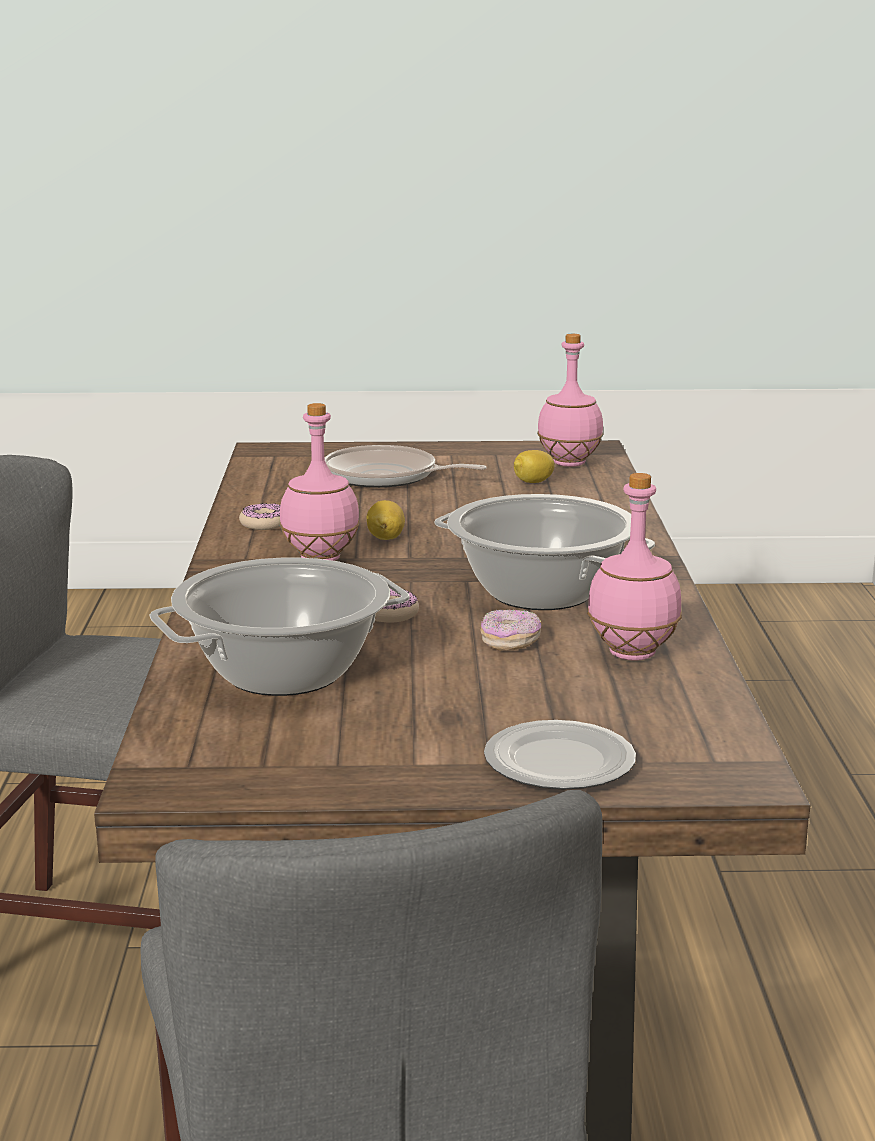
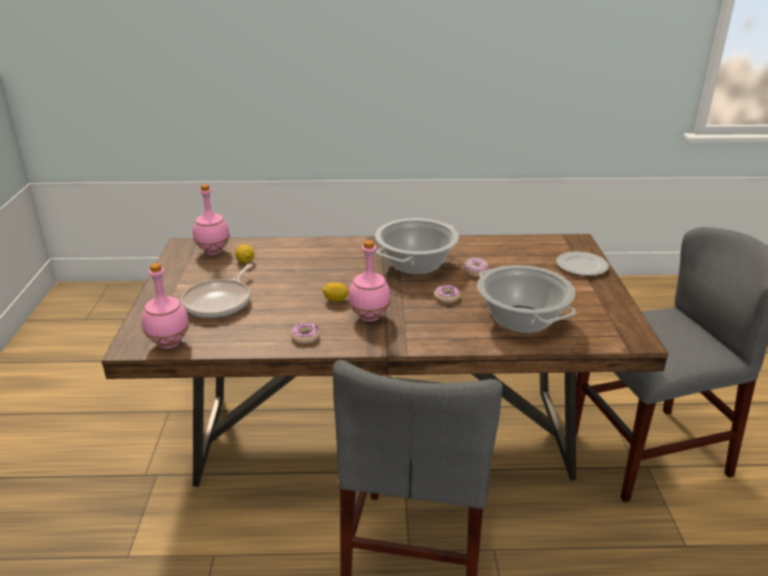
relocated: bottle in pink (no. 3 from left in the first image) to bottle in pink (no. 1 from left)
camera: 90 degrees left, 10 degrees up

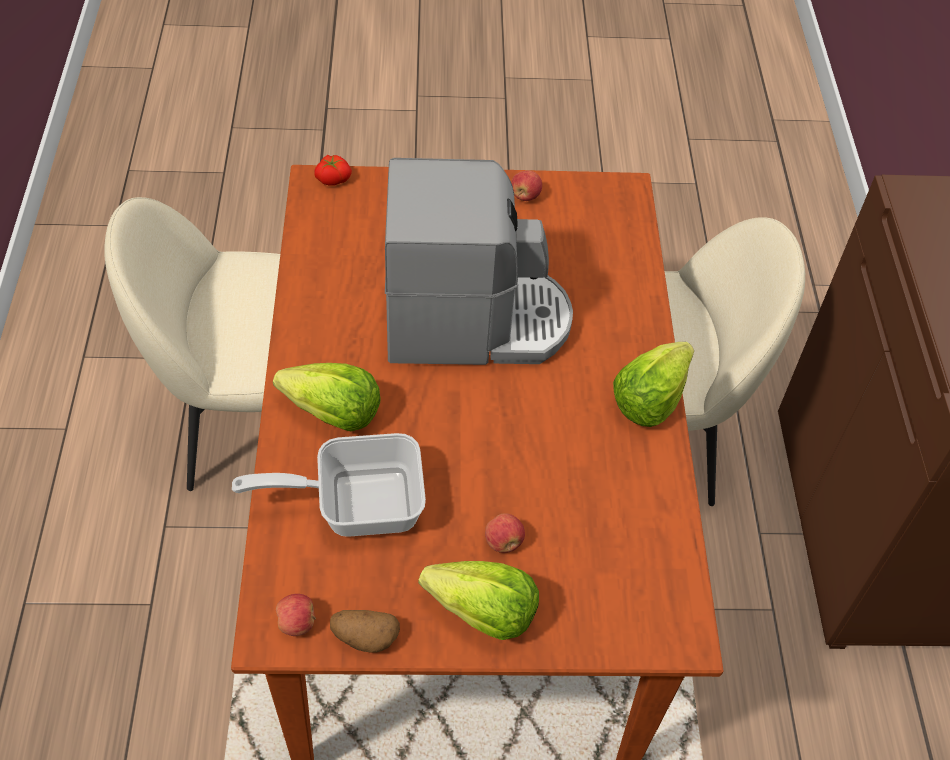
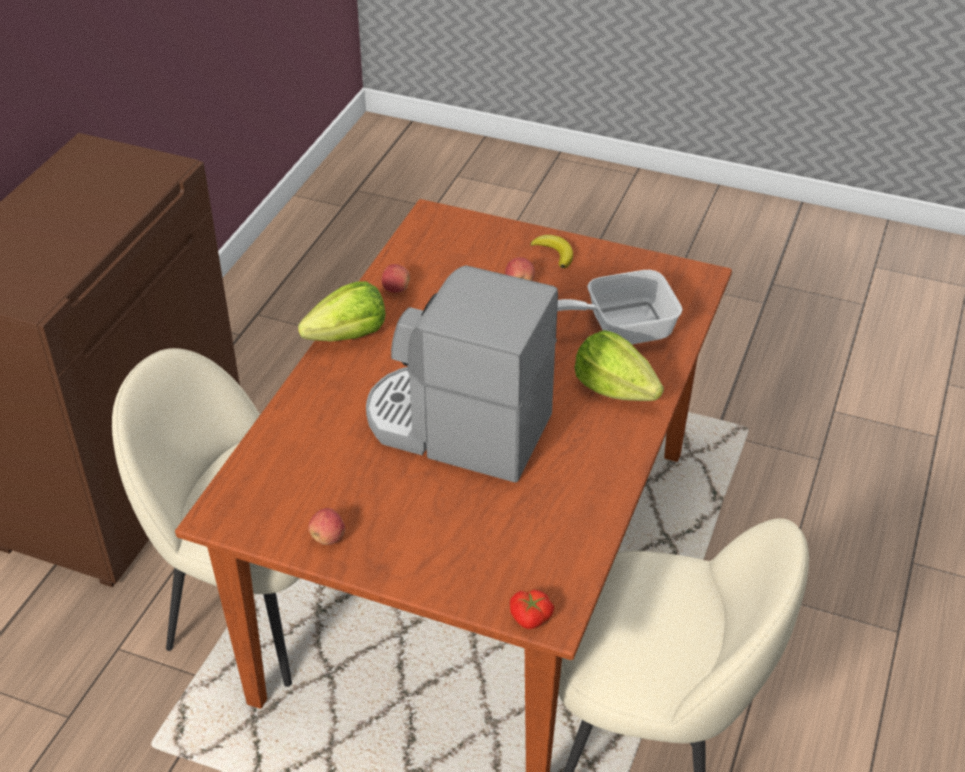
missing: potato
relocated: apple (no. 1 from left in the first image) to apple (no. 2 from left)
exchanged: lettuce (no. 2 from left) to banana
spun: frying pan 150 degrees clockwise
camera: 155 degrees left, 10 degrees down

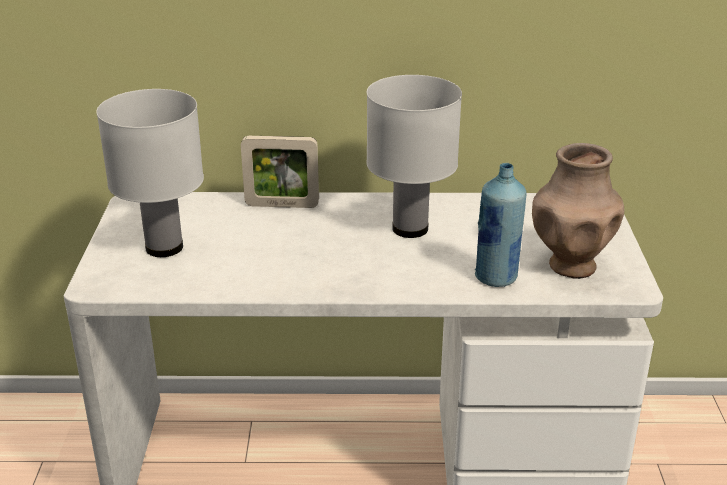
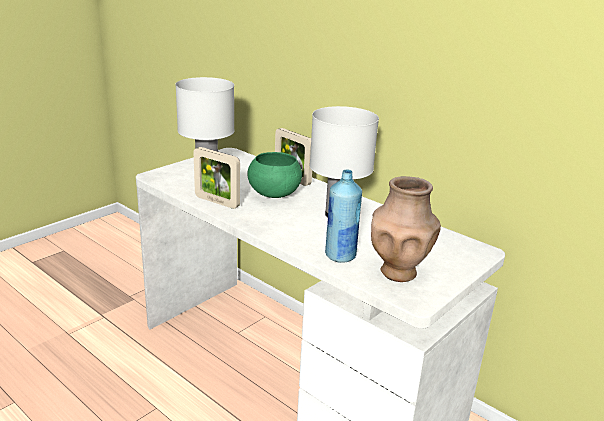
appeared: picture frame (no. 1 from left); bowl in green
camera: 40 degrees right, 5 degrees down

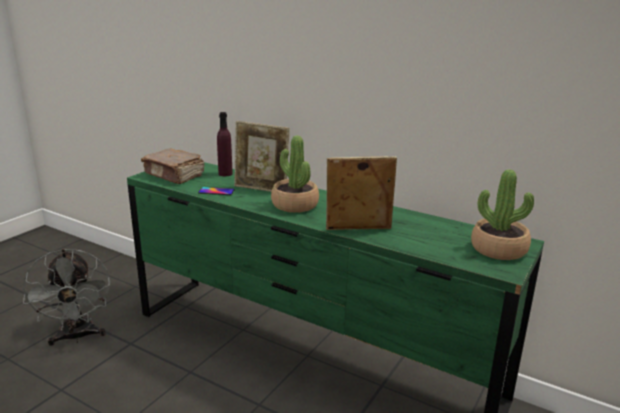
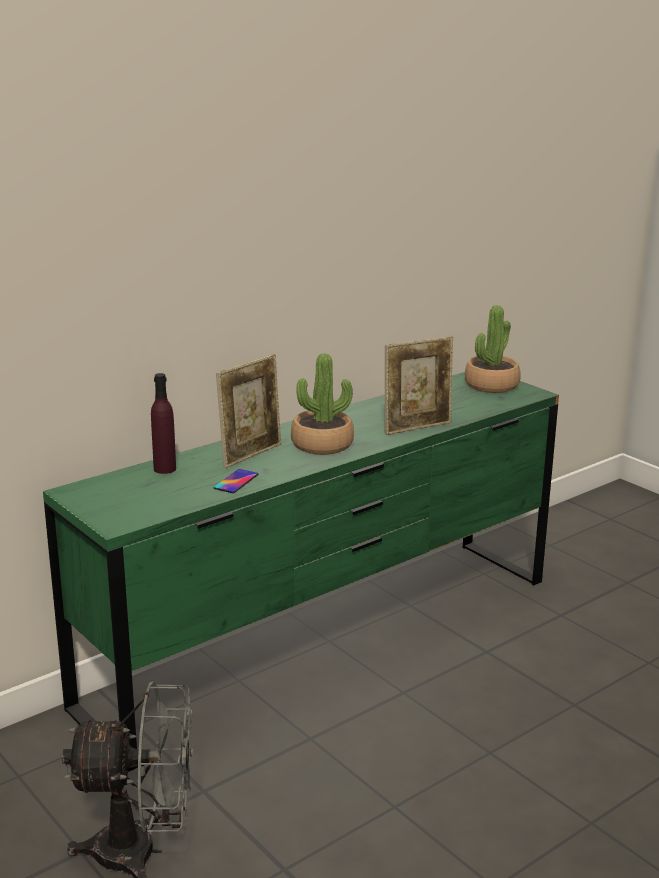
missing: book in brown
spun: picture frame (no. 2 from left) 135 degrees counterclockwise
camera: 70 degrees left, 0 degrees up

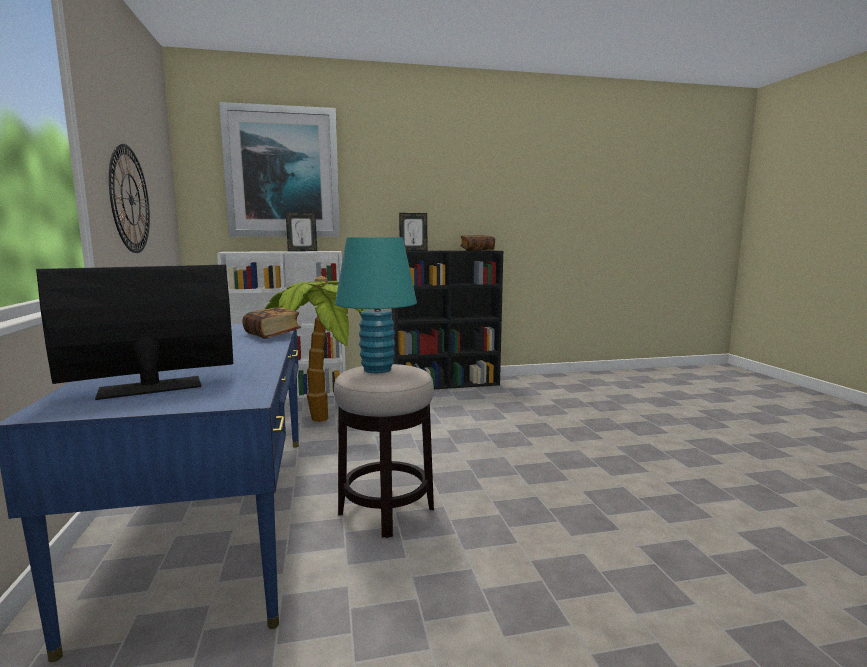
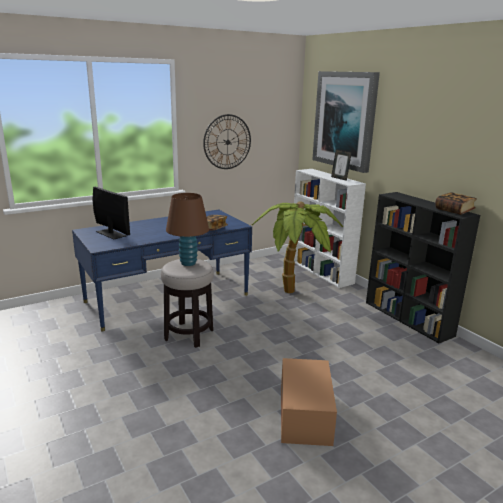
missing: picture frame (no. 2 from left)
appeared: cardboard box
colour: table lamp in turquoise to table lamp in brown
camera: 70 degrees right, 10 degrees up

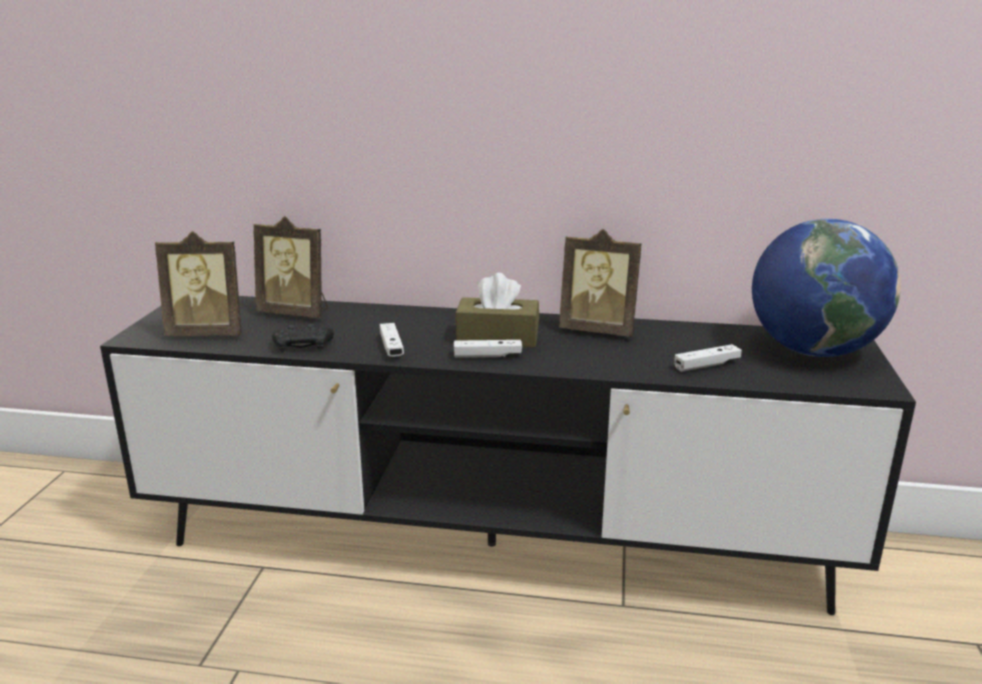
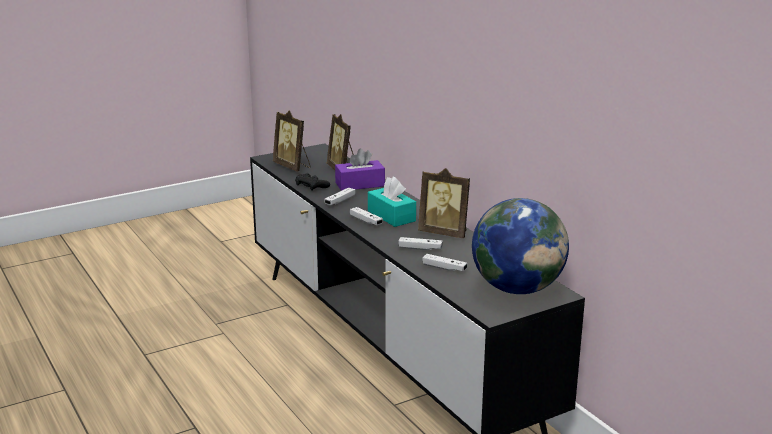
appeared: tissue box in purple; game controller in white (no. 3 from left)
colour: tissue box in brown to tissue box in turquoise
spun: picture frame (no. 3 from left) 45 degrees counterclockwise
camera: 50 degrees right, 0 degrees up

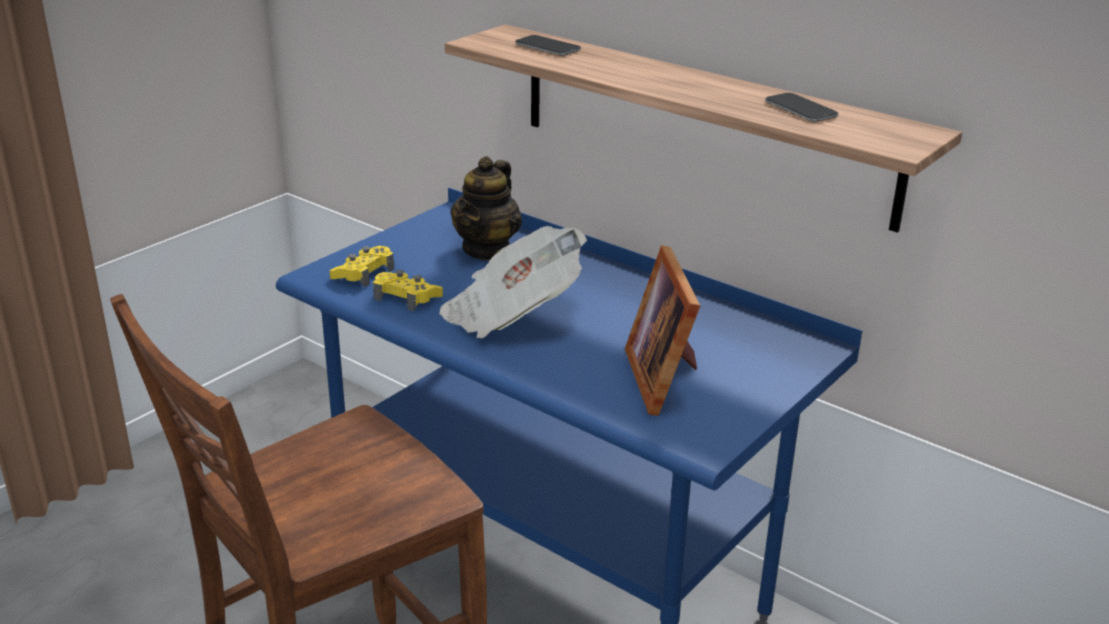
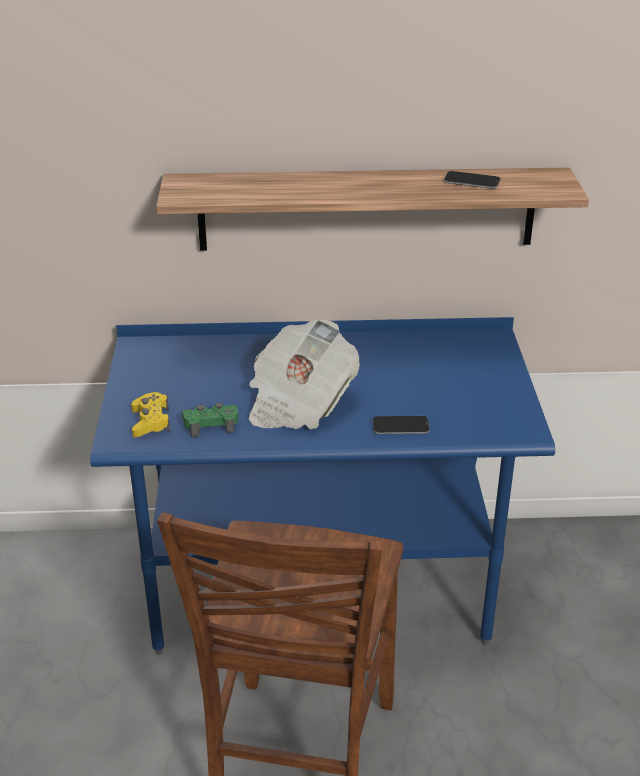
missing: teapot; picture frame
relocated: phone (no. 1 from left)
colour: game controller in yellow (no. 2 from left) to game controller in green
camera: 40 degrees left, 5 degrees up

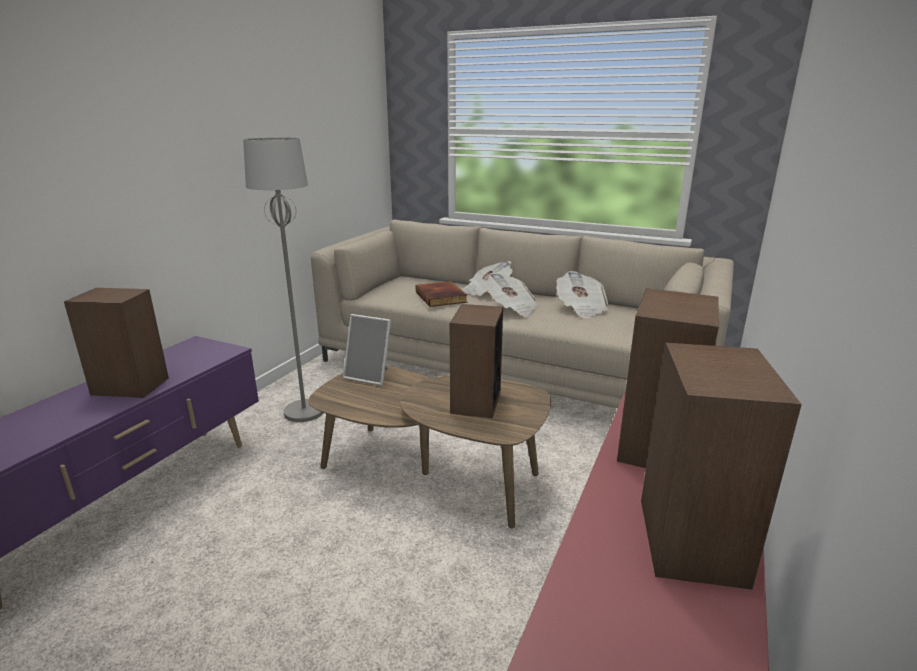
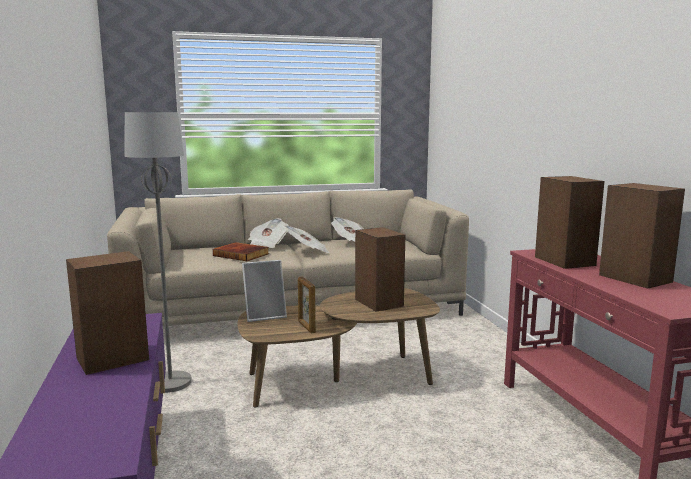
appeared: picture frame (no. 2 from left)
camera: 40 degrees left, 10 degrees down

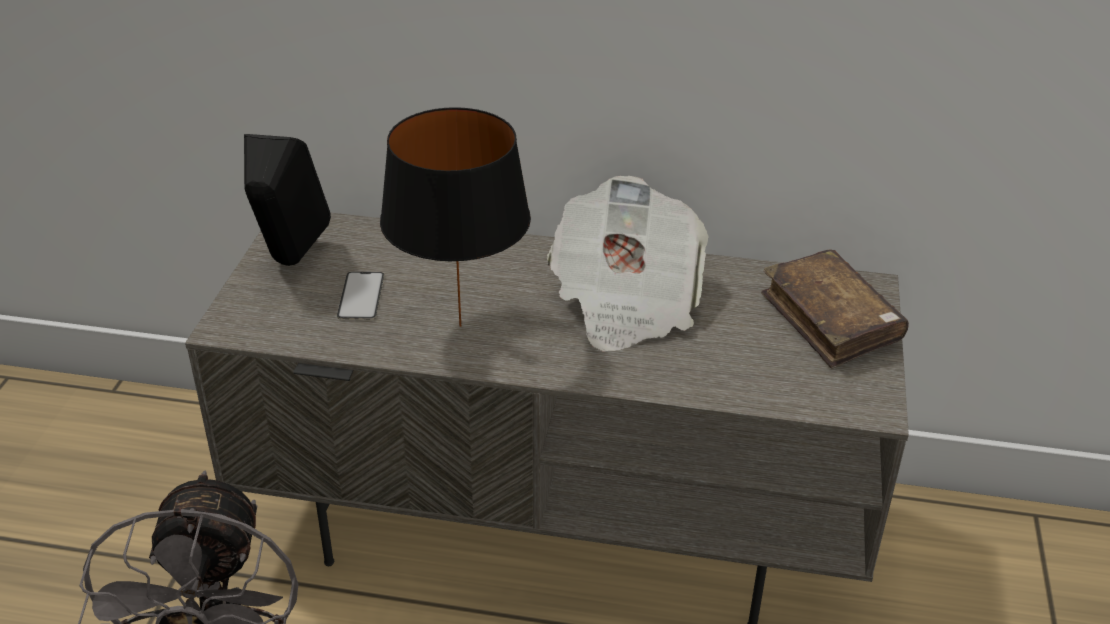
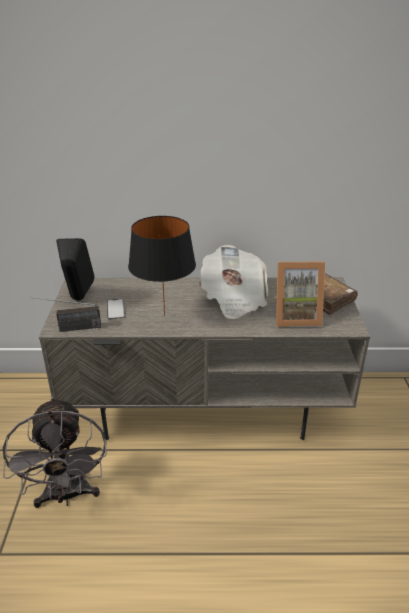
appeared: picture frame; radio
camera: 10 degrees left, 5 degrees down

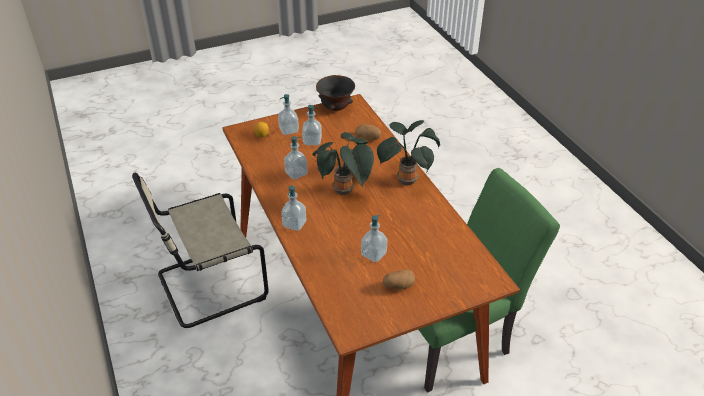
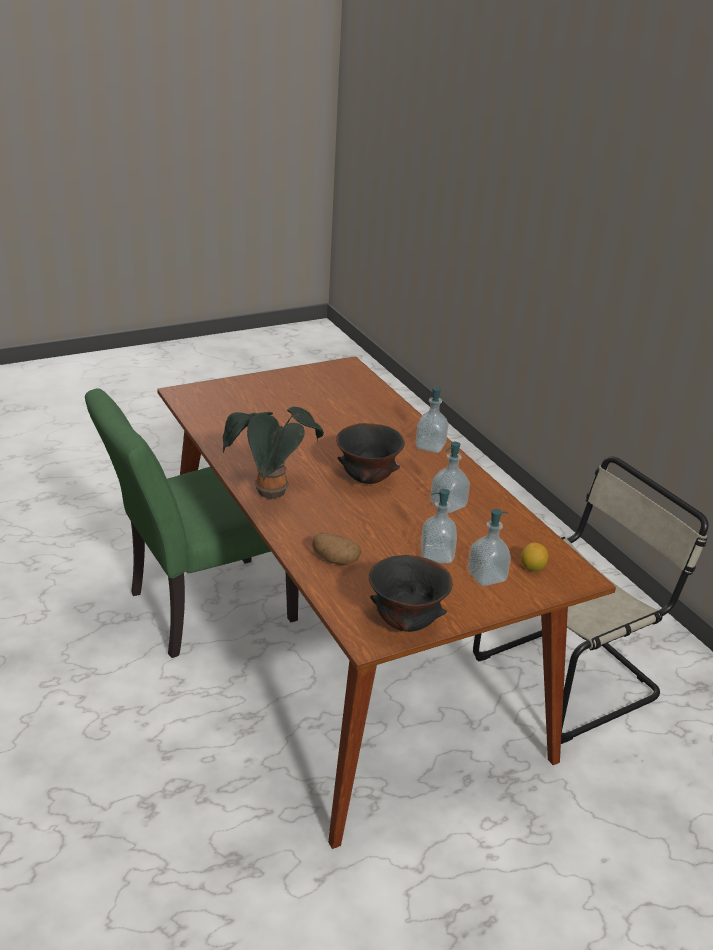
missing: soap dispenser (no. 5 from left); potato (no. 2 from left)
exchanged: potted plant (no. 1 from left) to bowl in black (no. 1 from left)
camera: 175 degrees right, 10 degrees down

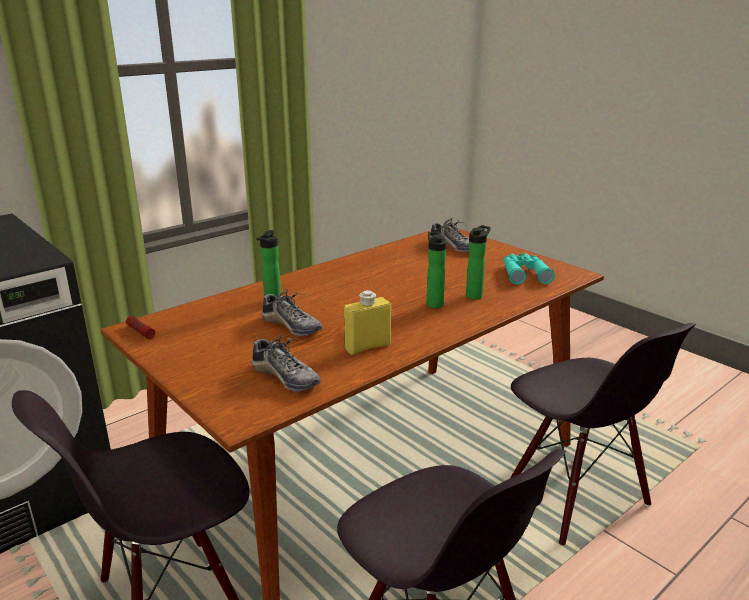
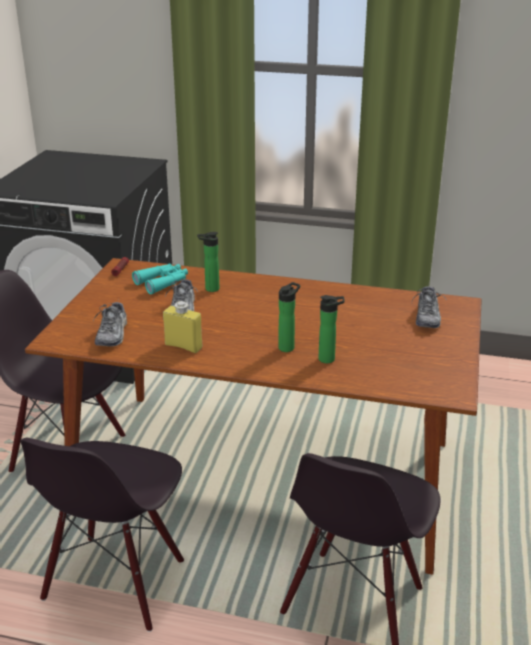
relocated: binoculars in turquoise
camera: 55 degrees right, 5 degrees up

